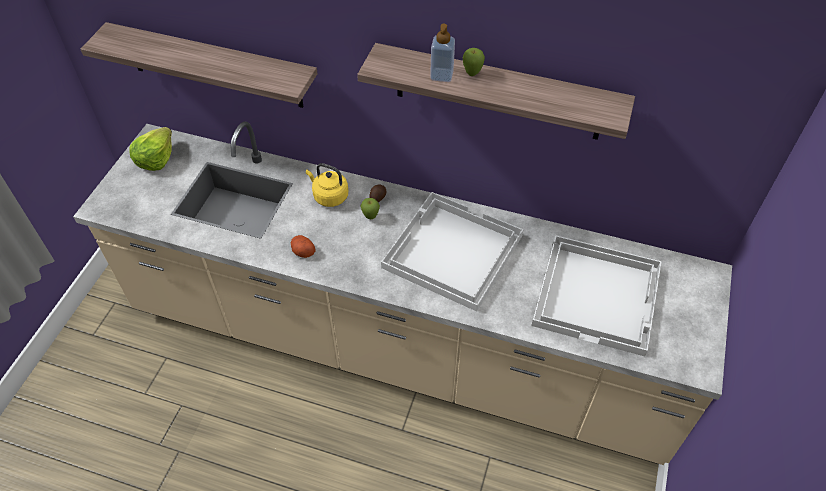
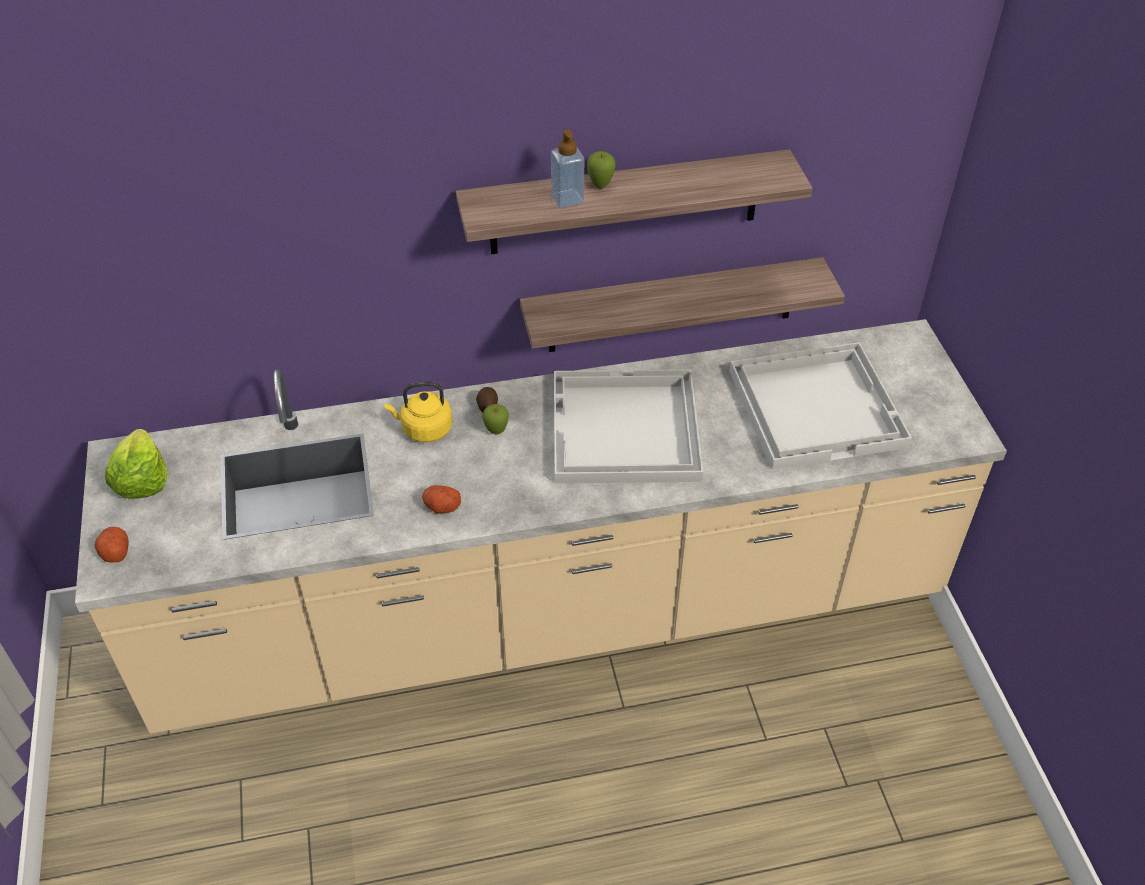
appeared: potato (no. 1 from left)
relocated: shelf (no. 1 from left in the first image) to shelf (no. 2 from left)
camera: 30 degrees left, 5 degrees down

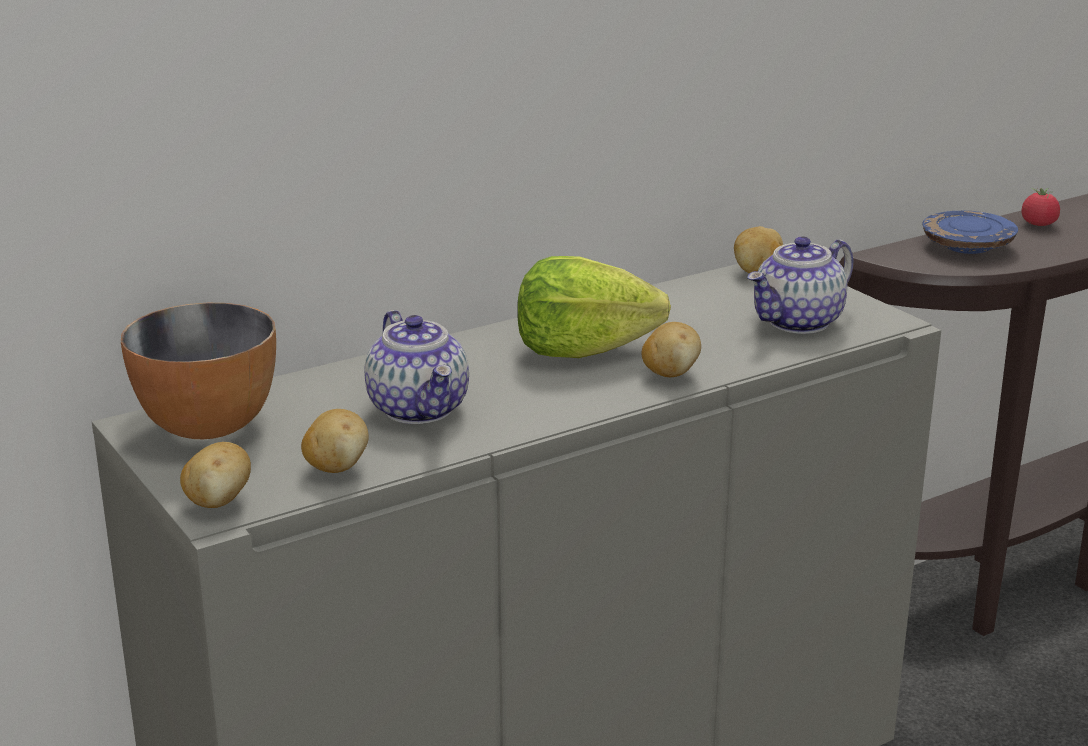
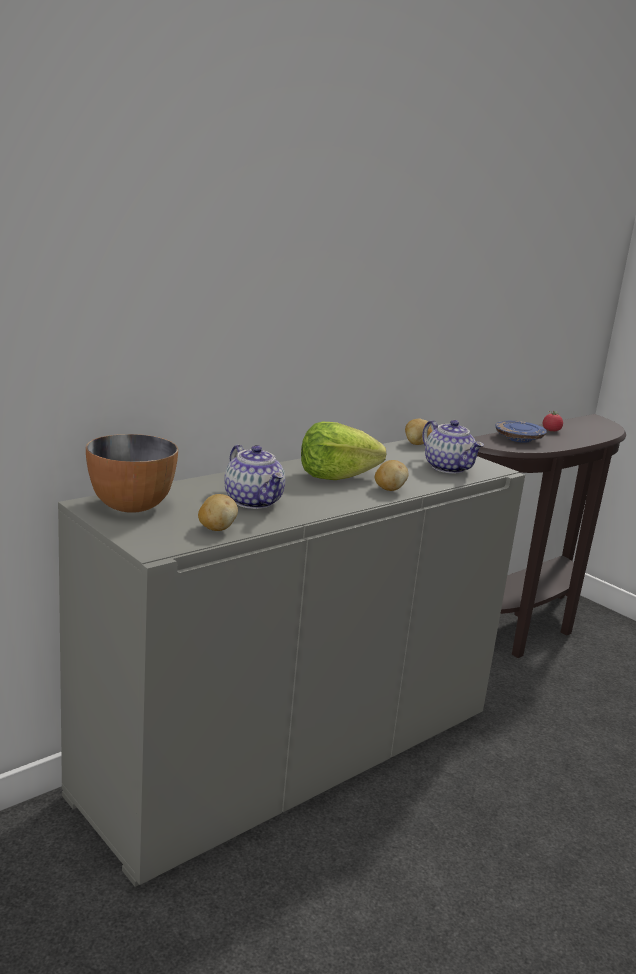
missing: potato (no. 1 from left)
spun: teapot (no. 2 from left) 75 degrees counterclockwise
camera: 10 degrees left, 5 degrees down

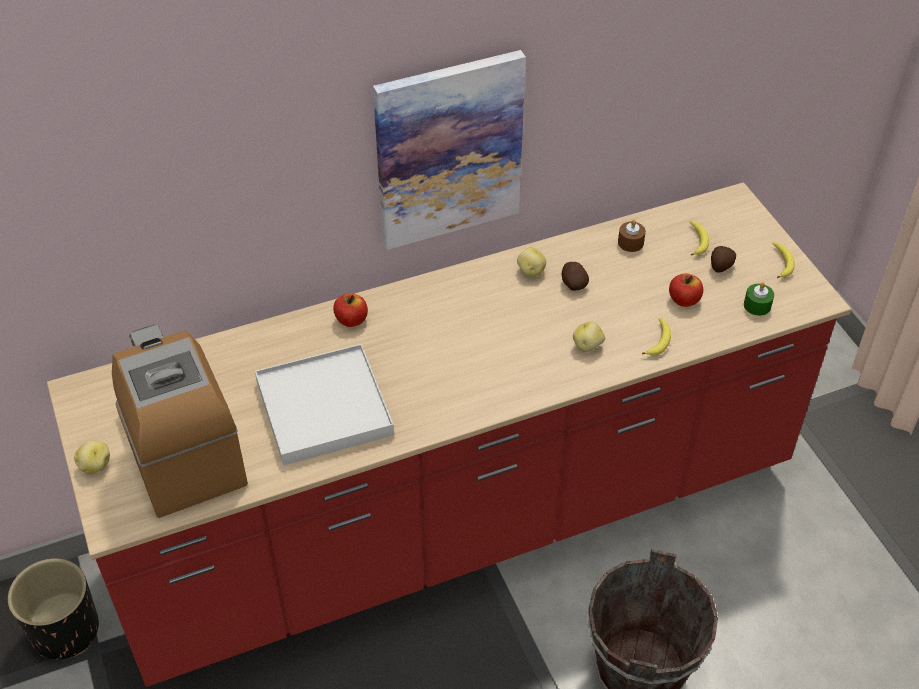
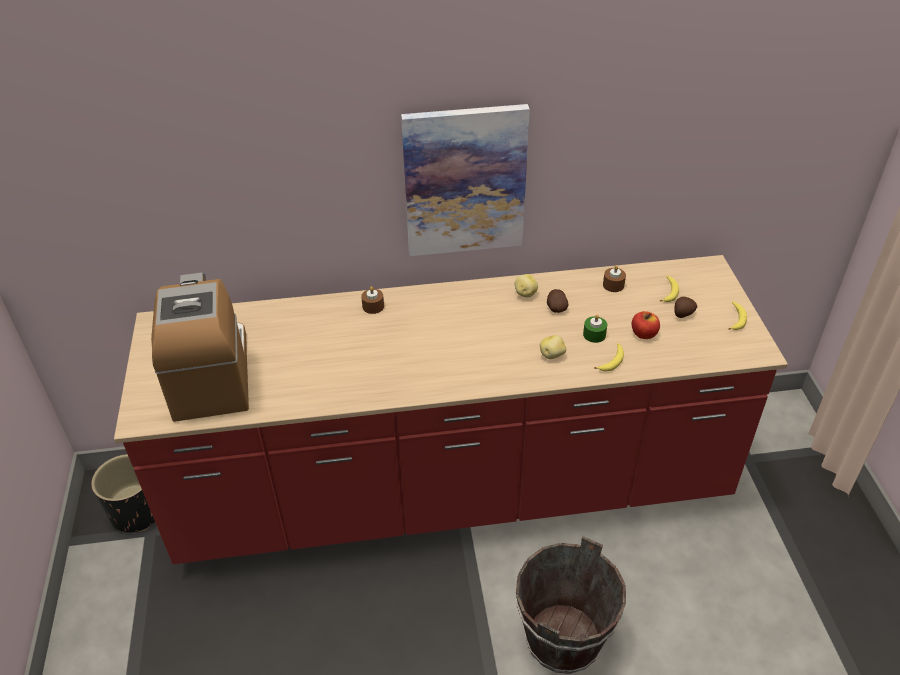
missing: tray in white; potato (no. 1 from left)
relocated: candle in green
exchanged: apple (no. 1 from left) to candle in brown (no. 1 from left)
camera: 15 degrees right, 5 degrees down

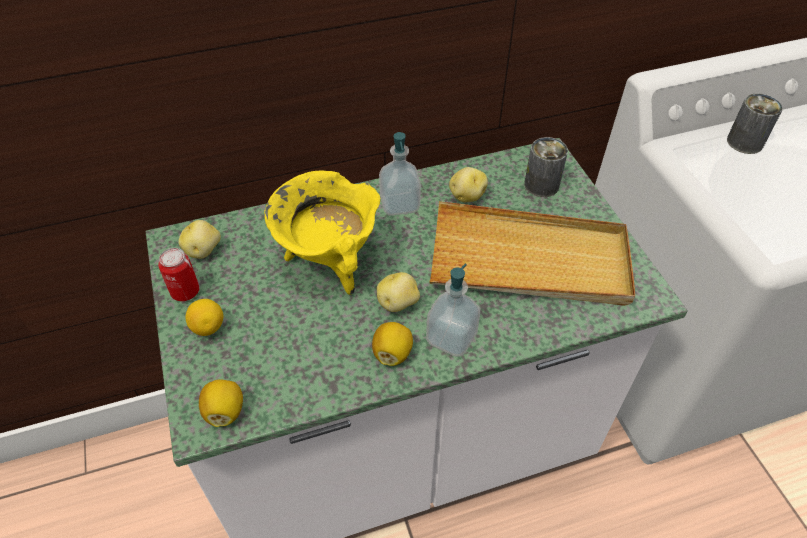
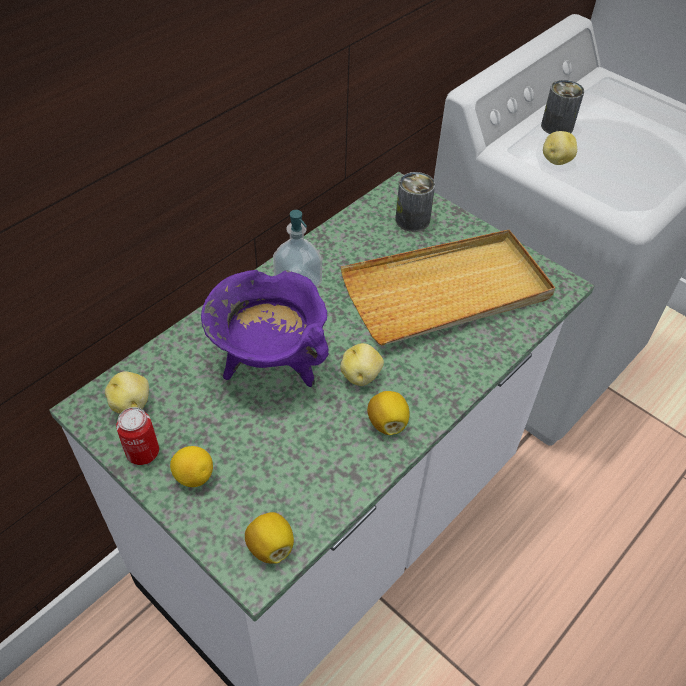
missing: soap dispenser (no. 2 from left)
relocated: potato (no. 3 from left)
colour: cooking pot in yellow to cooking pot in purple
camera: 30 degrees left, 0 degrees up

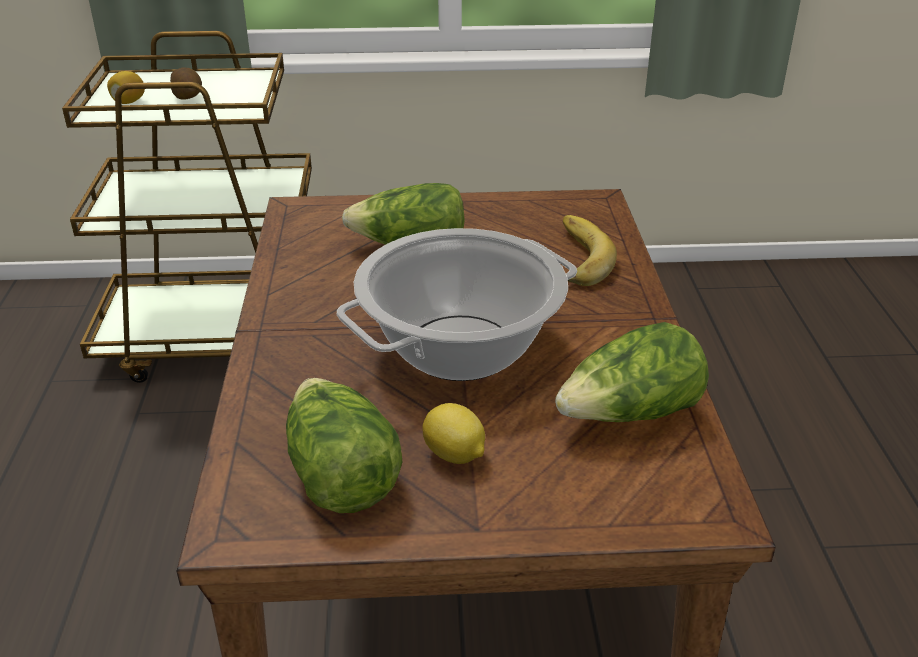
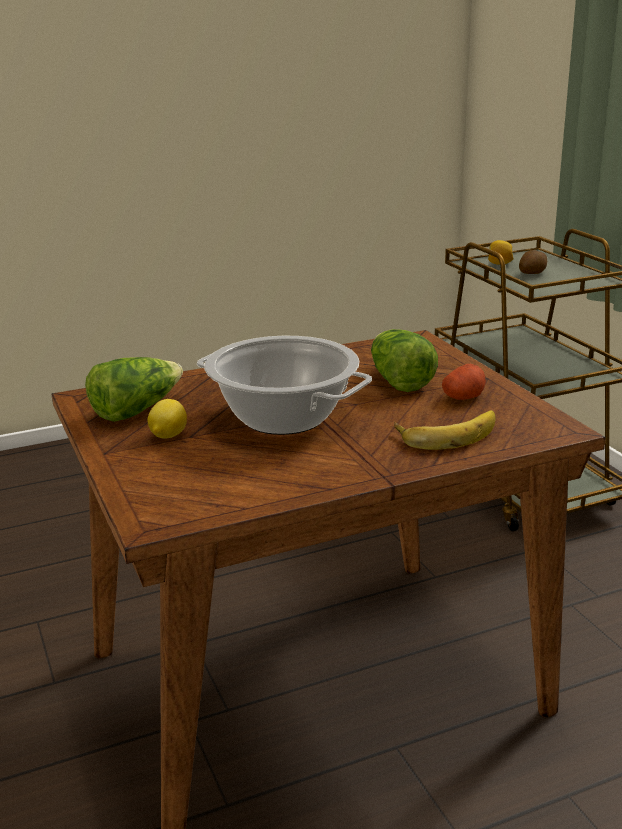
missing: lettuce (no. 3 from left)
appeared: potato (no. 1 from left)
camera: 70 degrees right, 10 degrees down

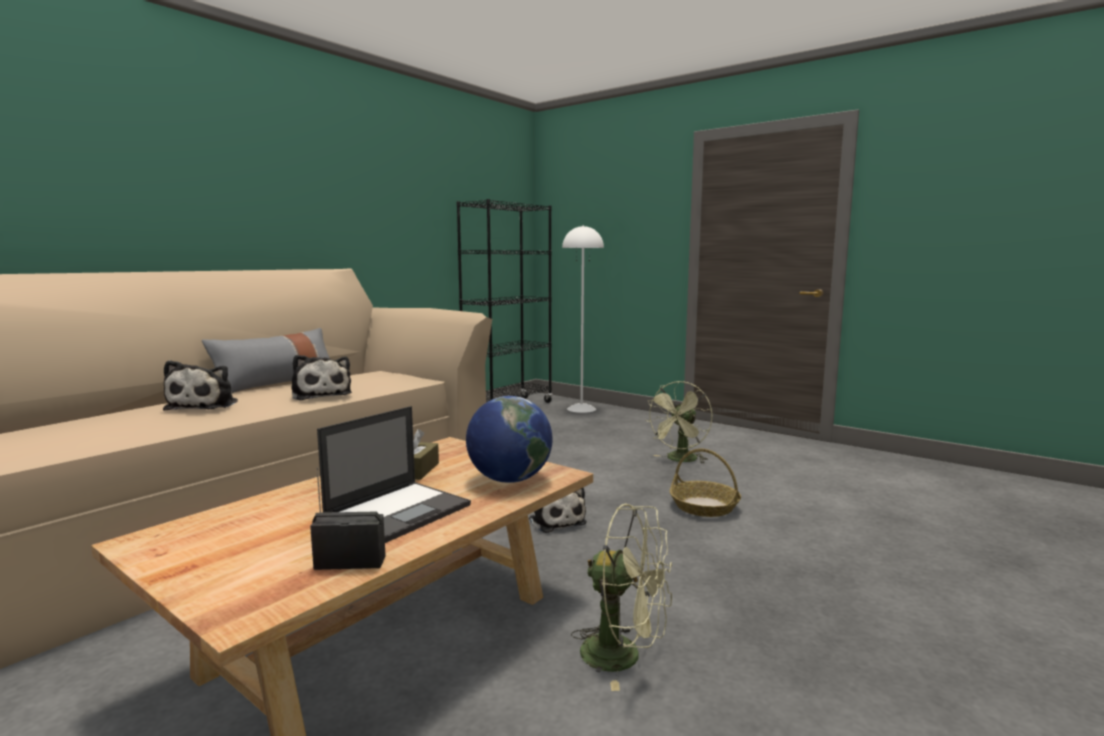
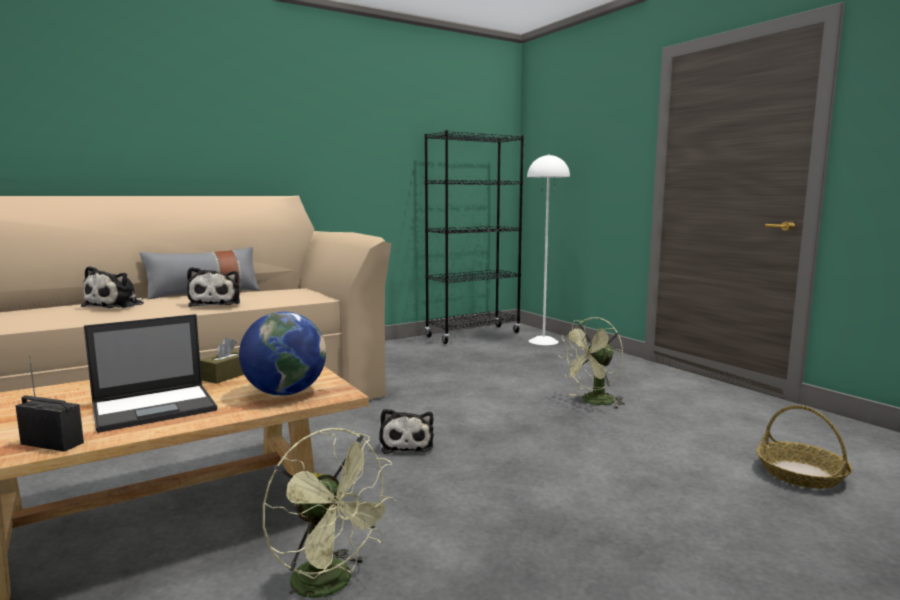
relocated: basket
camera: 20 degrees right, 0 degrees up

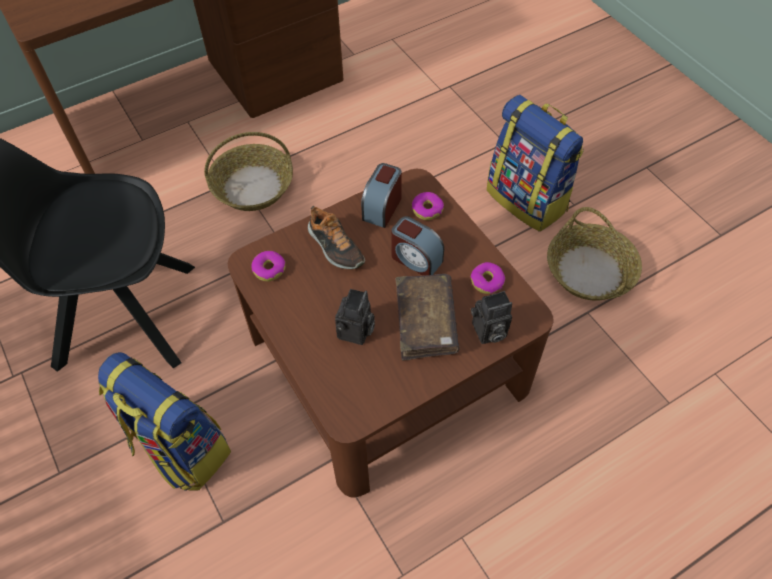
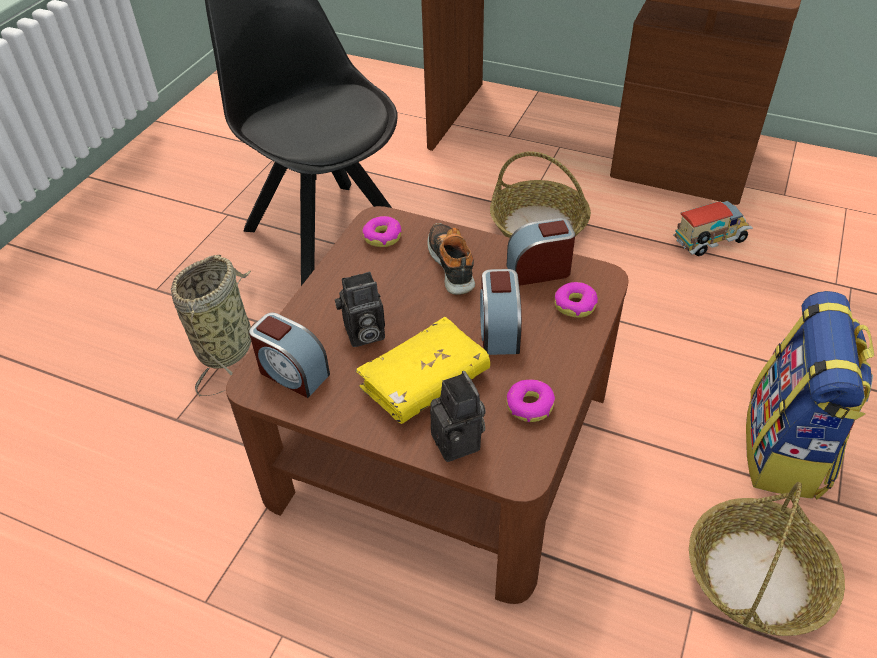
appeared: toy truck; alarm clock (no. 1 from left)
exchanged: backpack (no. 1 from left) to basket (no. 1 from left)
colour: book in brown to book in yellow
spun: shoe 150 degrees clockwise; photo camera (no. 2 from left) 150 degrees counterclockwise
camera: 55 degrees right, 10 degrees down

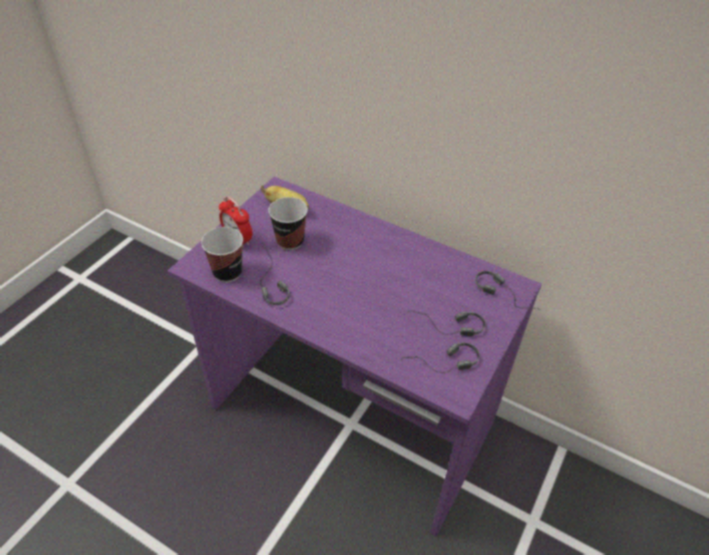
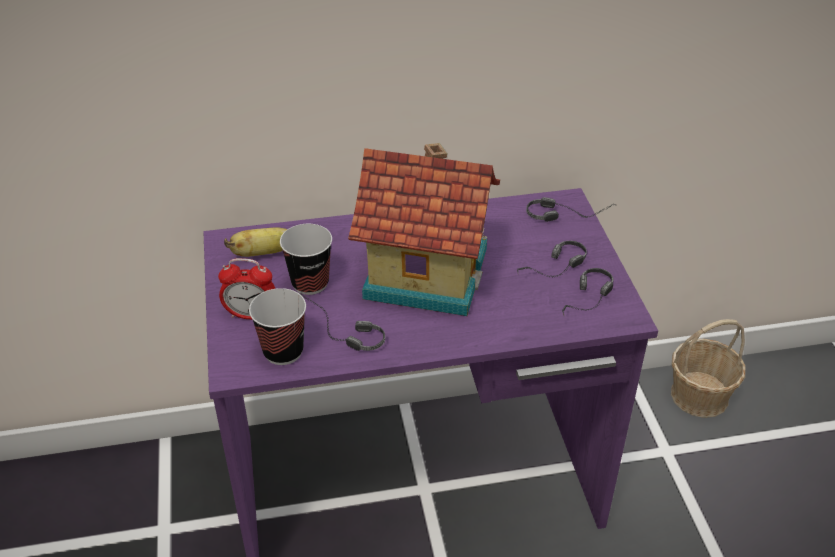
appeared: toy house; basket
camera: 40 degrees left, 5 degrees down

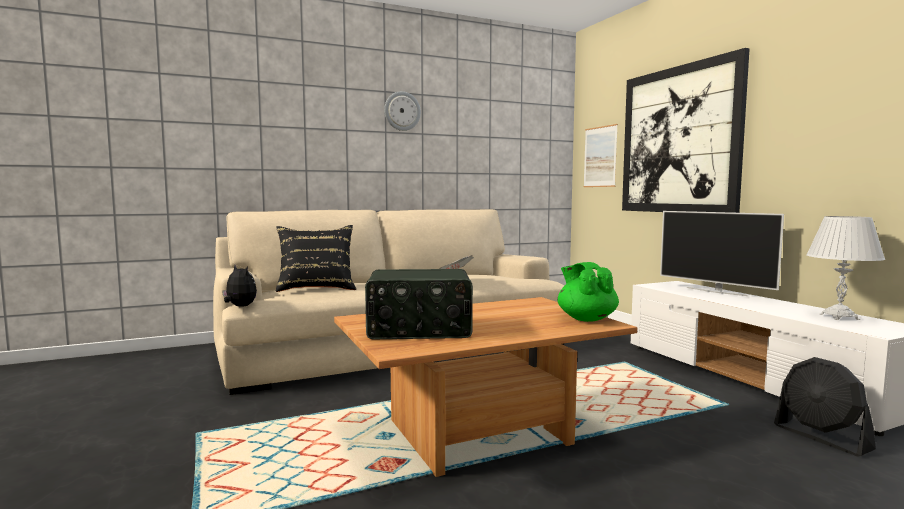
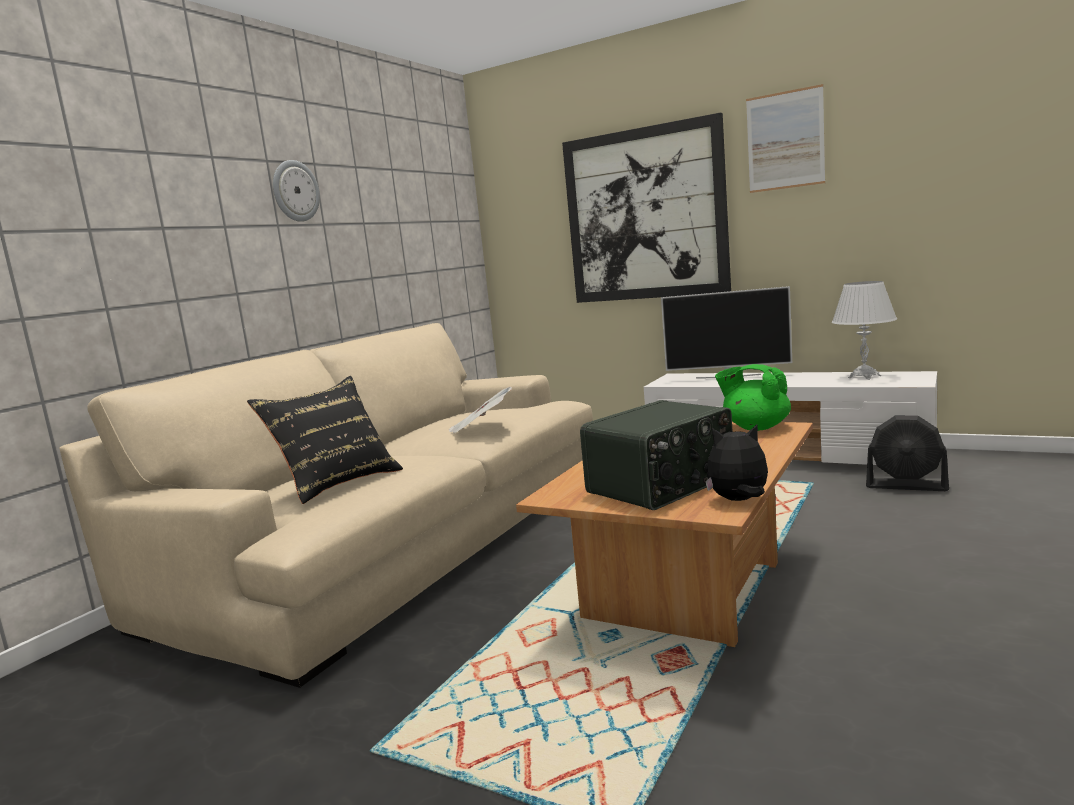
relocated: picture (no. 1 from left in the first image) to picture (no. 2 from left); plush toy
camera: 35 degrees left, 5 degrees up

